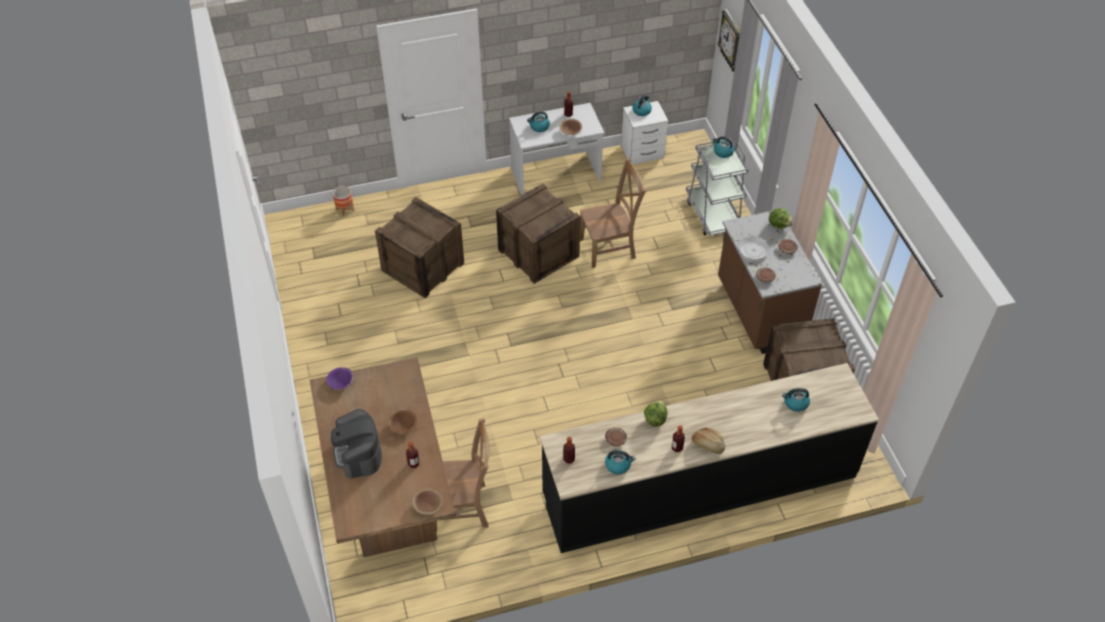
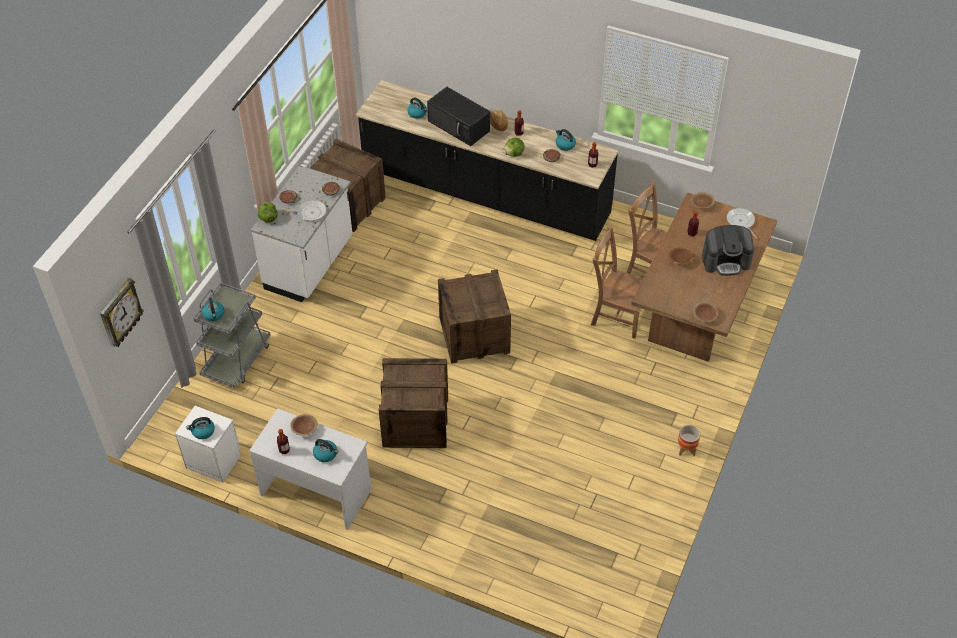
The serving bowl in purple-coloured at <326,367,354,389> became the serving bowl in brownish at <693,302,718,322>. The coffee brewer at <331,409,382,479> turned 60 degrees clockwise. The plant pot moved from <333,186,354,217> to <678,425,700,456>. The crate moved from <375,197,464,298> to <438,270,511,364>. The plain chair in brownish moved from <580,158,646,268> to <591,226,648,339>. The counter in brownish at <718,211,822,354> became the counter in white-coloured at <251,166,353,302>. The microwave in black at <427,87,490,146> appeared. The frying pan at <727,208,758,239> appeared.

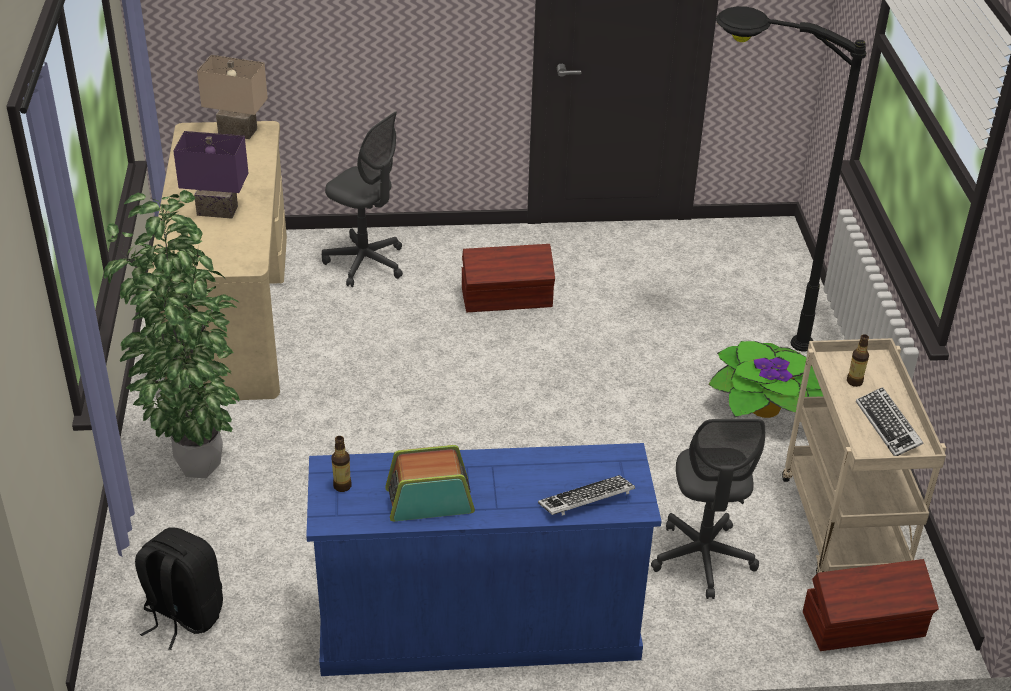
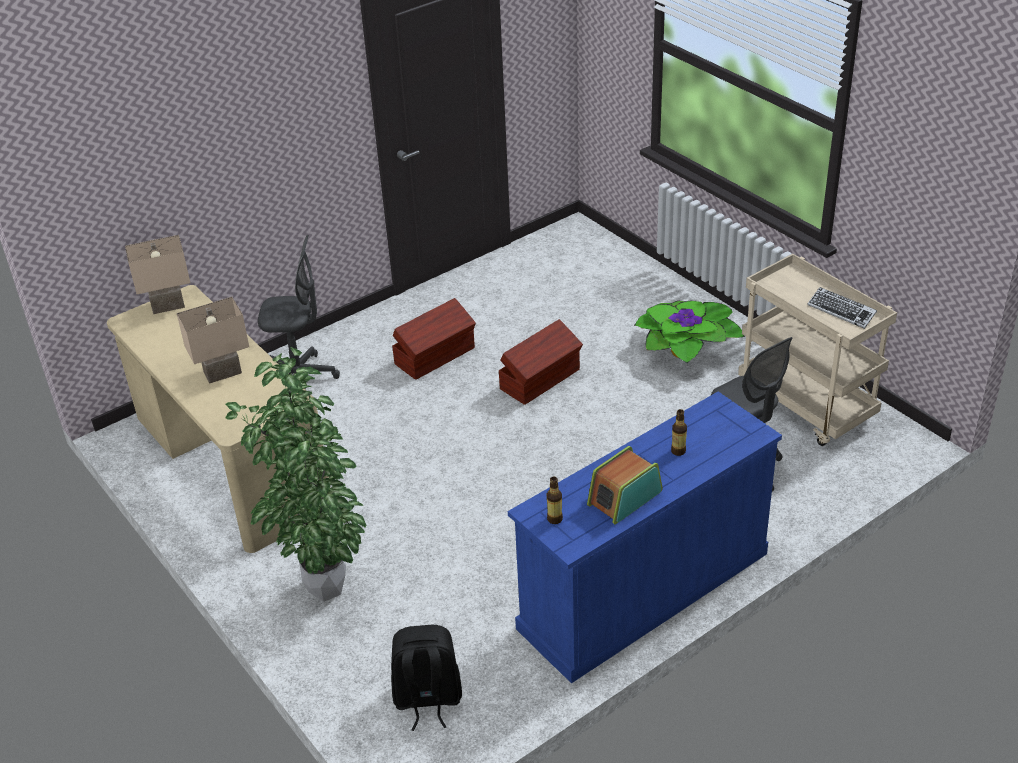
The tabletop lamp in purple-coloured at <173,131,248,219> became the tabletop lamp in beige at <177,297,249,384>. The PC keyboard at <538,475,635,516> disappeared. The standard lamp in black at <716,6,866,352> disappeared. The storage container in brownish moved from <803,559,939,651> to <499,319,583,405>. The drink bottle moved from <847,334,869,387> to <671,409,687,456>.

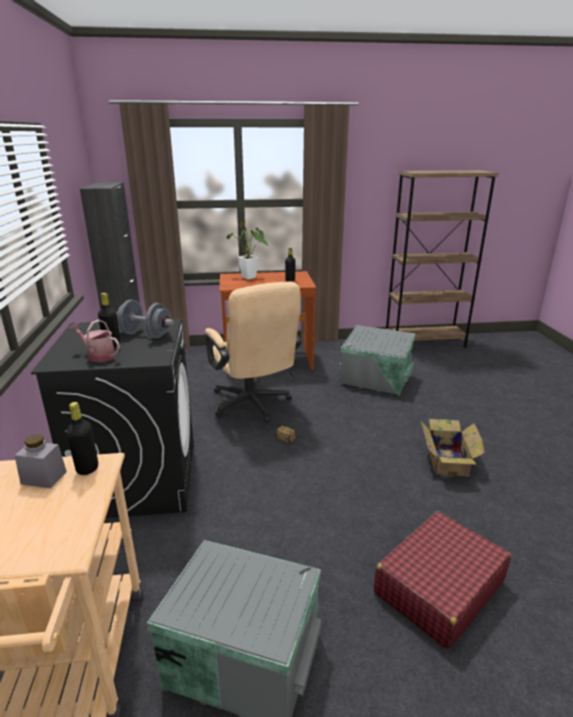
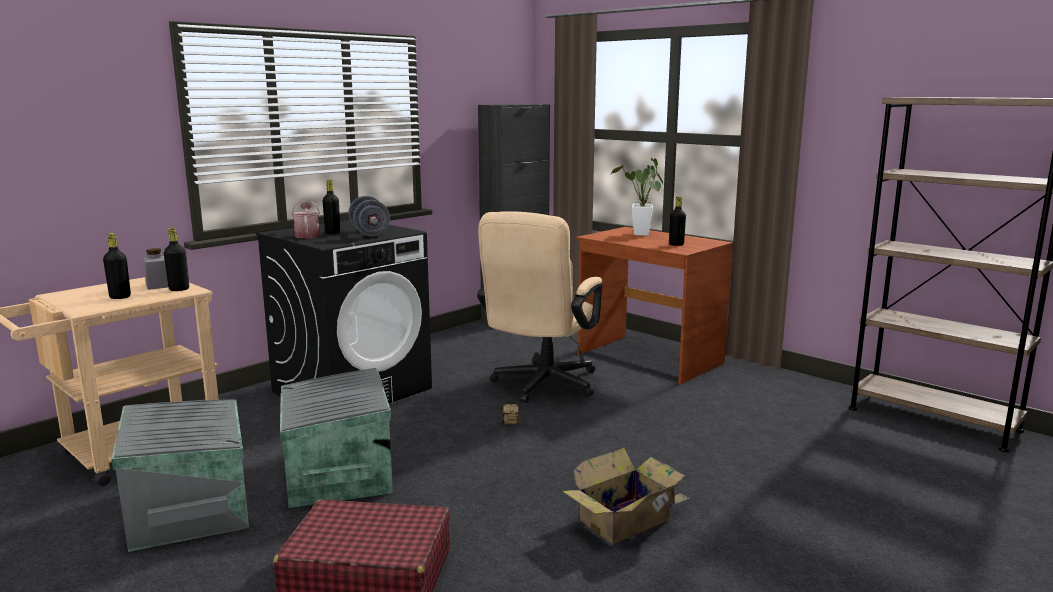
The storage container in gray moved from <339,325,415,396> to <280,368,393,508>. The drink bottle in black at <103,233,131,299> appeared.

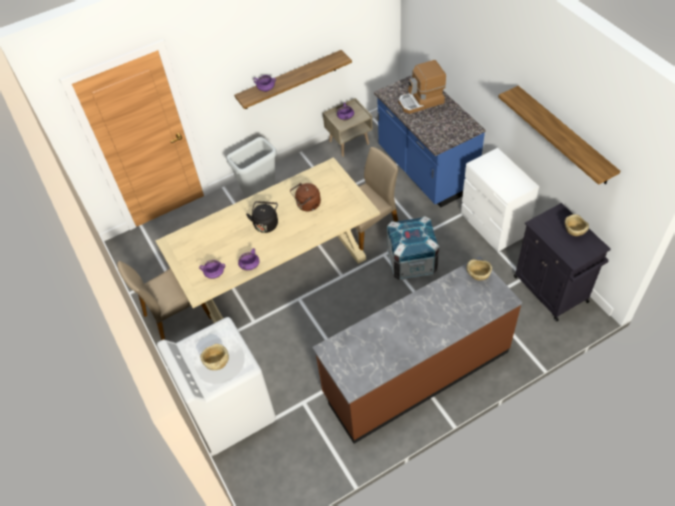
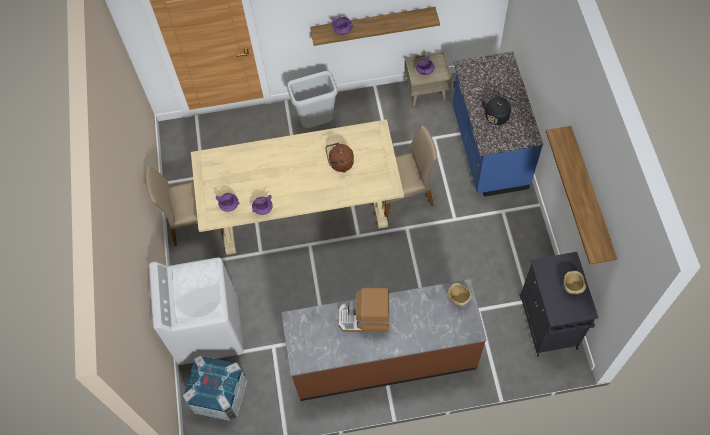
The serving bowl in beige at <200,344,229,370> disappeared. The water kettle in black moved from <246,201,278,233> to <482,92,515,125>. The crate moved from <387,216,439,280> to <183,355,247,421>. The coffee brewer moved from <399,60,446,114> to <338,288,389,332>. The drawer chest in white-coloured at <461,148,539,252> disappeared.

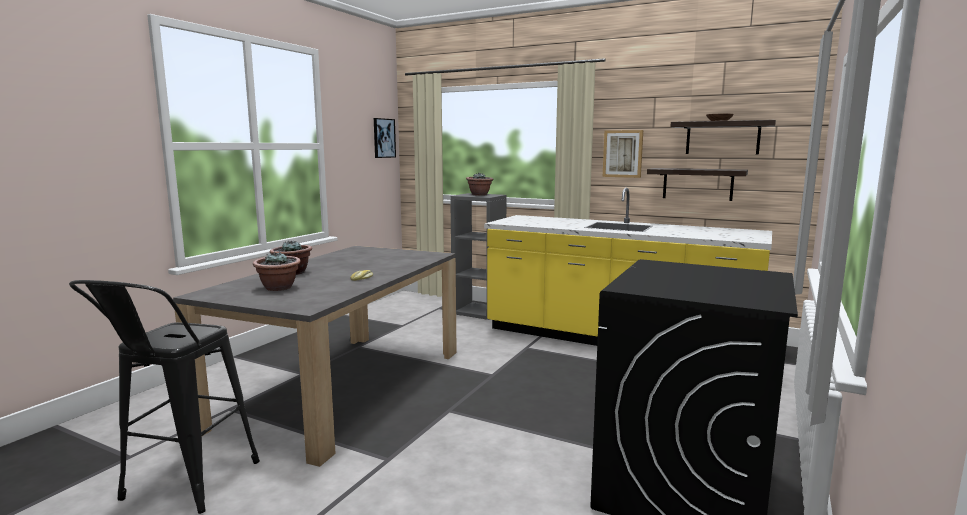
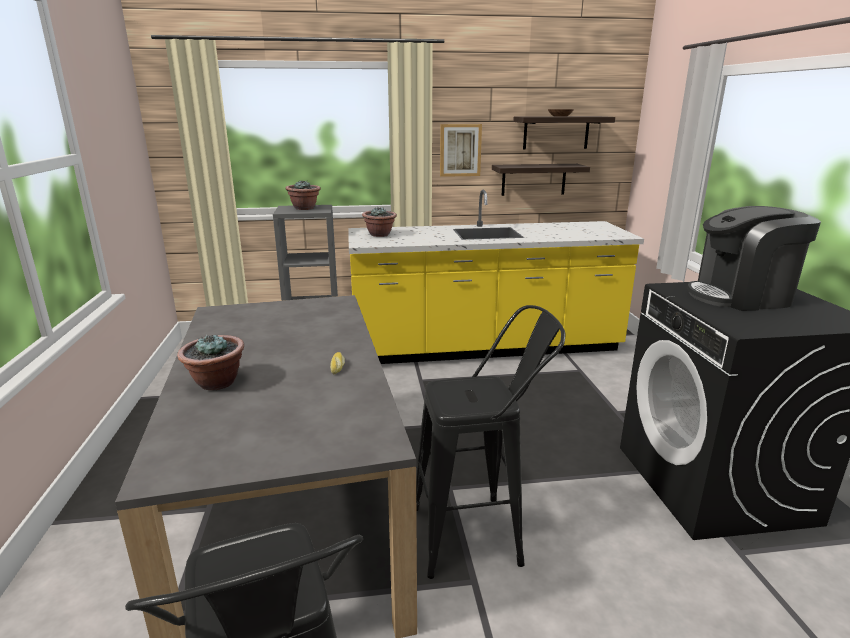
The houseplant moved from <253,252,301,291> to <362,207,397,237>. The wall art at <374,118,396,158> disappeared. The sitting stool in black at <416,305,565,579> appeared. The coffee brewer at <687,206,821,311> appeared.

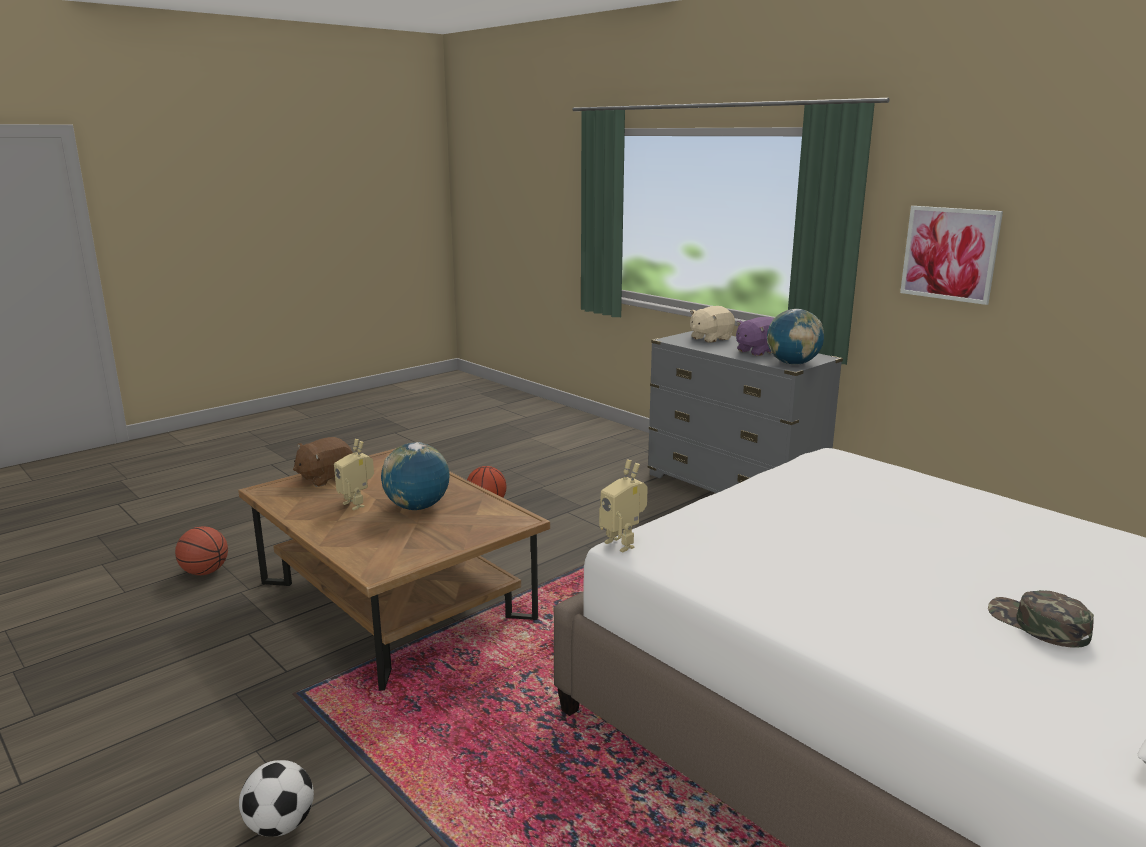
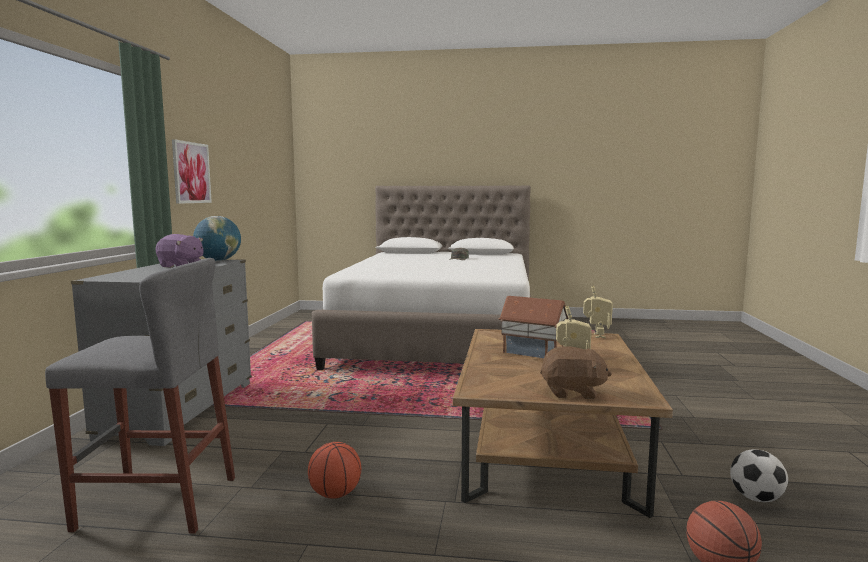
The ball for football moved from <239,760,314,837> to <730,449,788,502>. The desk globe at <381,442,450,510> was replaced by the model house at <499,296,568,358>. The model robot moved from <599,459,648,552> to <583,286,613,338>. The plush toy in beige at <690,306,735,343> disappeared. The sitting stool in gray at <45,258,235,533> appeared.

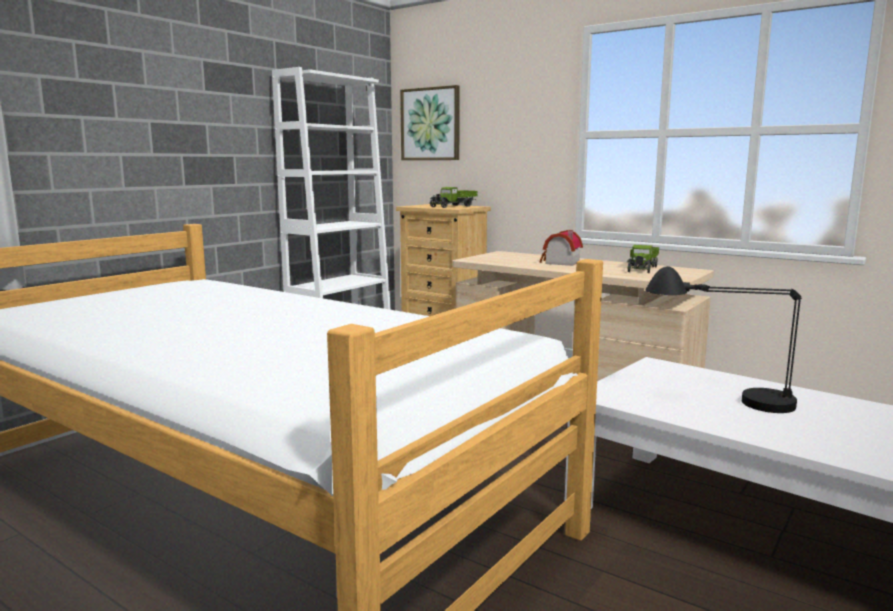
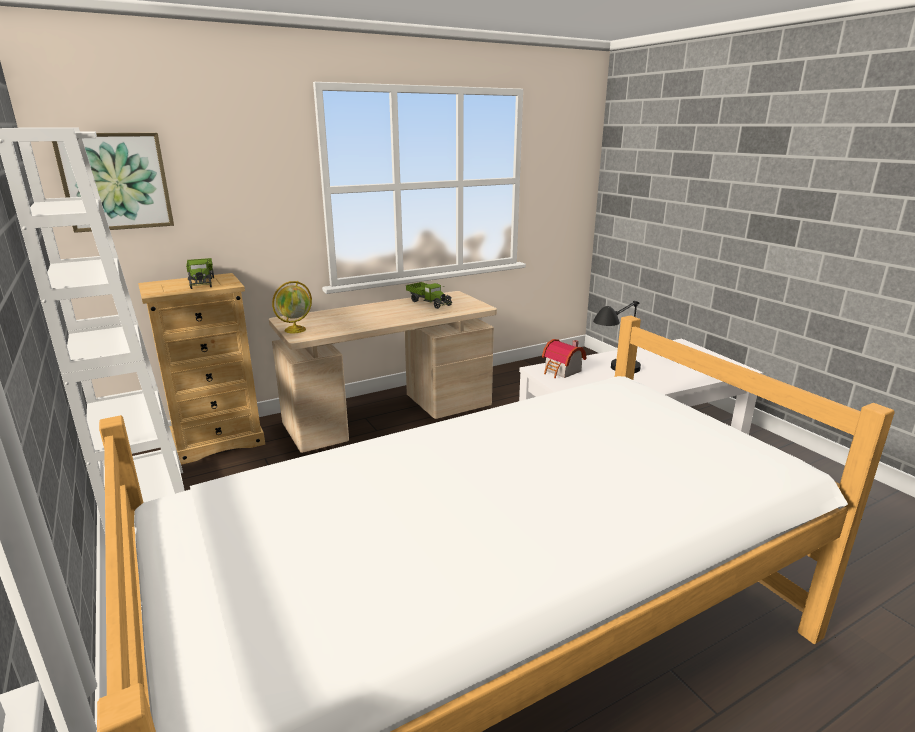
The model house moved from <539,230,583,266> to <542,339,586,378>. The desk globe at <272,281,312,333> appeared.

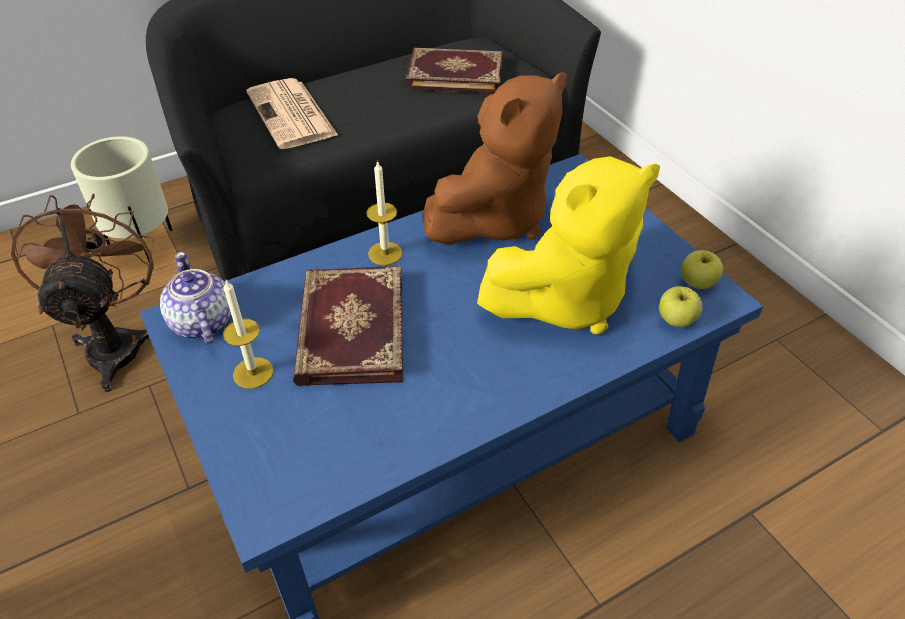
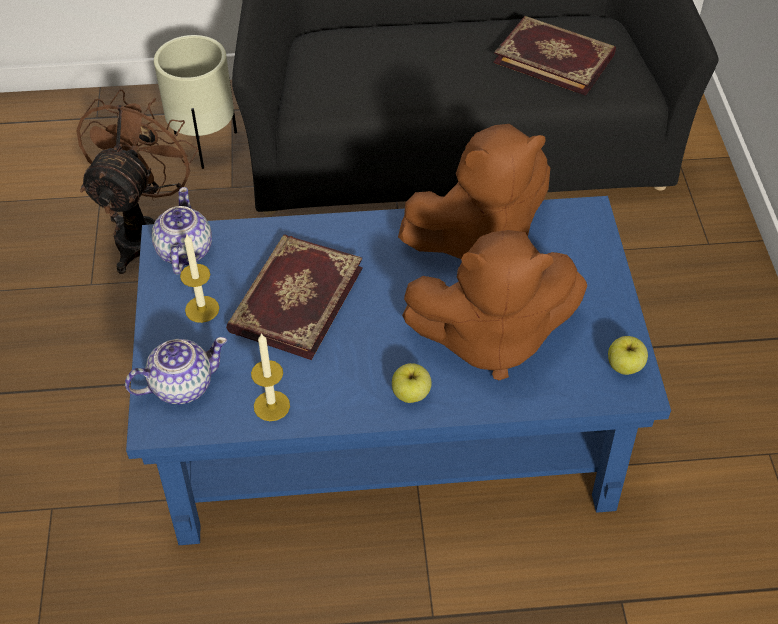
The daily paper at <246,78,338,149> disappeared. The wax candle moved from <366,160,403,265> to <251,333,290,421>. The plush toy in yellowish at <477,156,660,335> became the plush toy in brownish at <402,230,587,380>. The apple fruit moved from <659,286,703,327> to <392,363,432,403>. The pot for tea at <125,337,227,405> appeared.

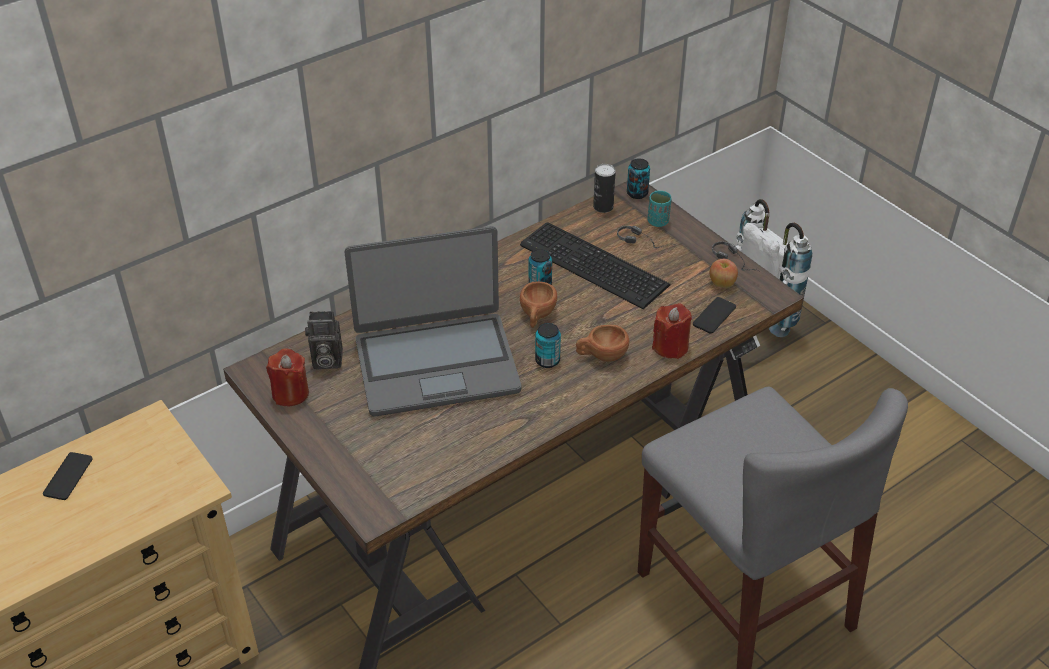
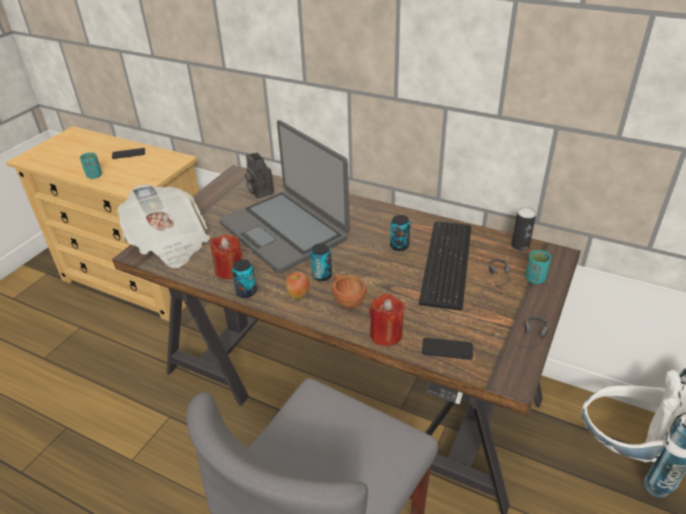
The wax candle in red-coloured moved from <266,348,309,406> to <210,234,242,279>. The small cup in brownish at <520,281,557,328> disappeared. The can moved from <627,158,650,199> to <232,259,257,298>. The apple fruit moved from <710,259,738,288> to <285,272,310,299>. The small cup in turquoise at <80,152,102,179> appeared. The daily paper at <117,184,210,268> appeared.

